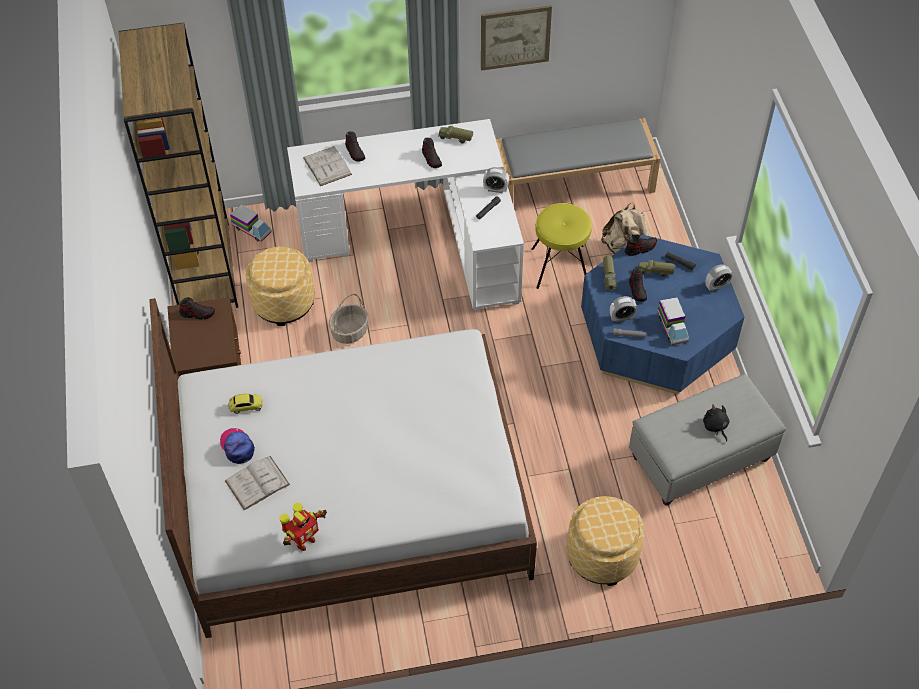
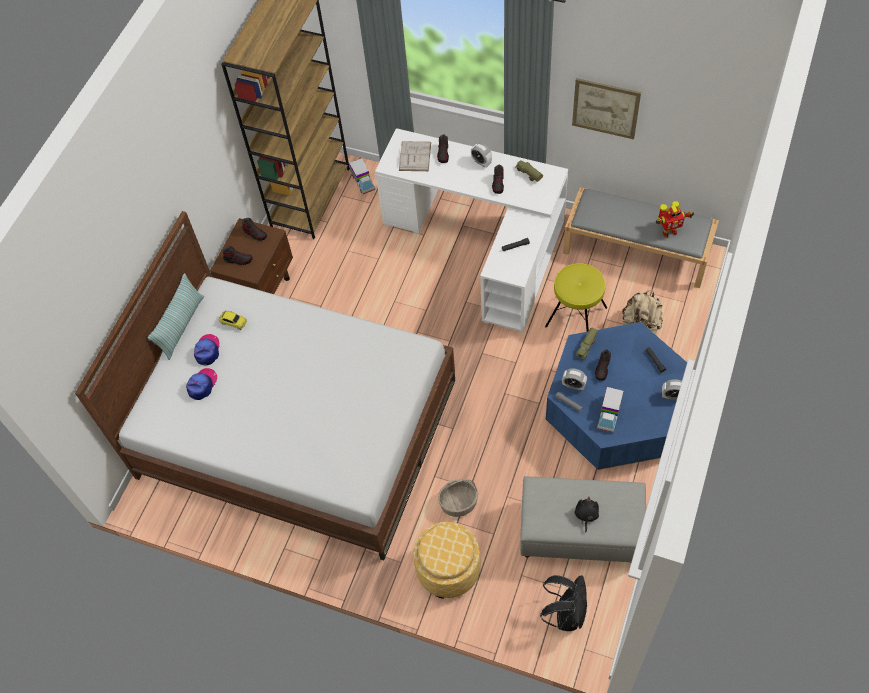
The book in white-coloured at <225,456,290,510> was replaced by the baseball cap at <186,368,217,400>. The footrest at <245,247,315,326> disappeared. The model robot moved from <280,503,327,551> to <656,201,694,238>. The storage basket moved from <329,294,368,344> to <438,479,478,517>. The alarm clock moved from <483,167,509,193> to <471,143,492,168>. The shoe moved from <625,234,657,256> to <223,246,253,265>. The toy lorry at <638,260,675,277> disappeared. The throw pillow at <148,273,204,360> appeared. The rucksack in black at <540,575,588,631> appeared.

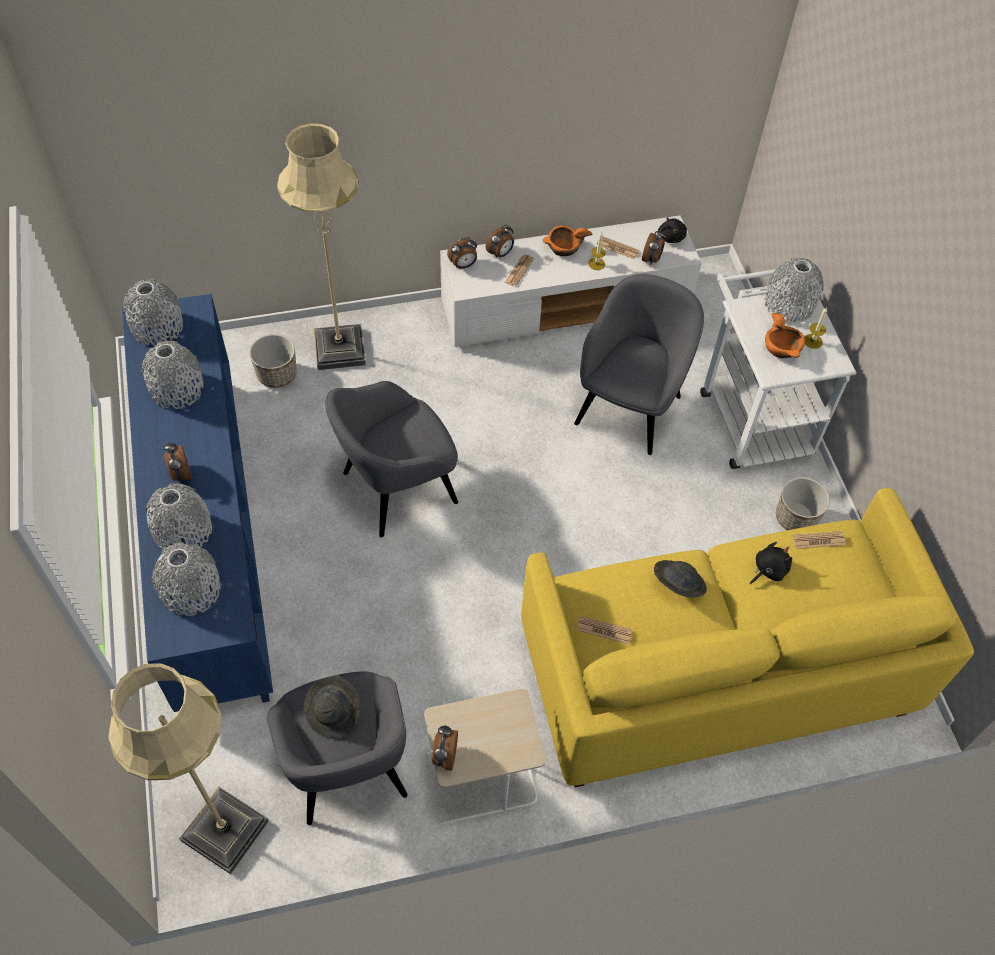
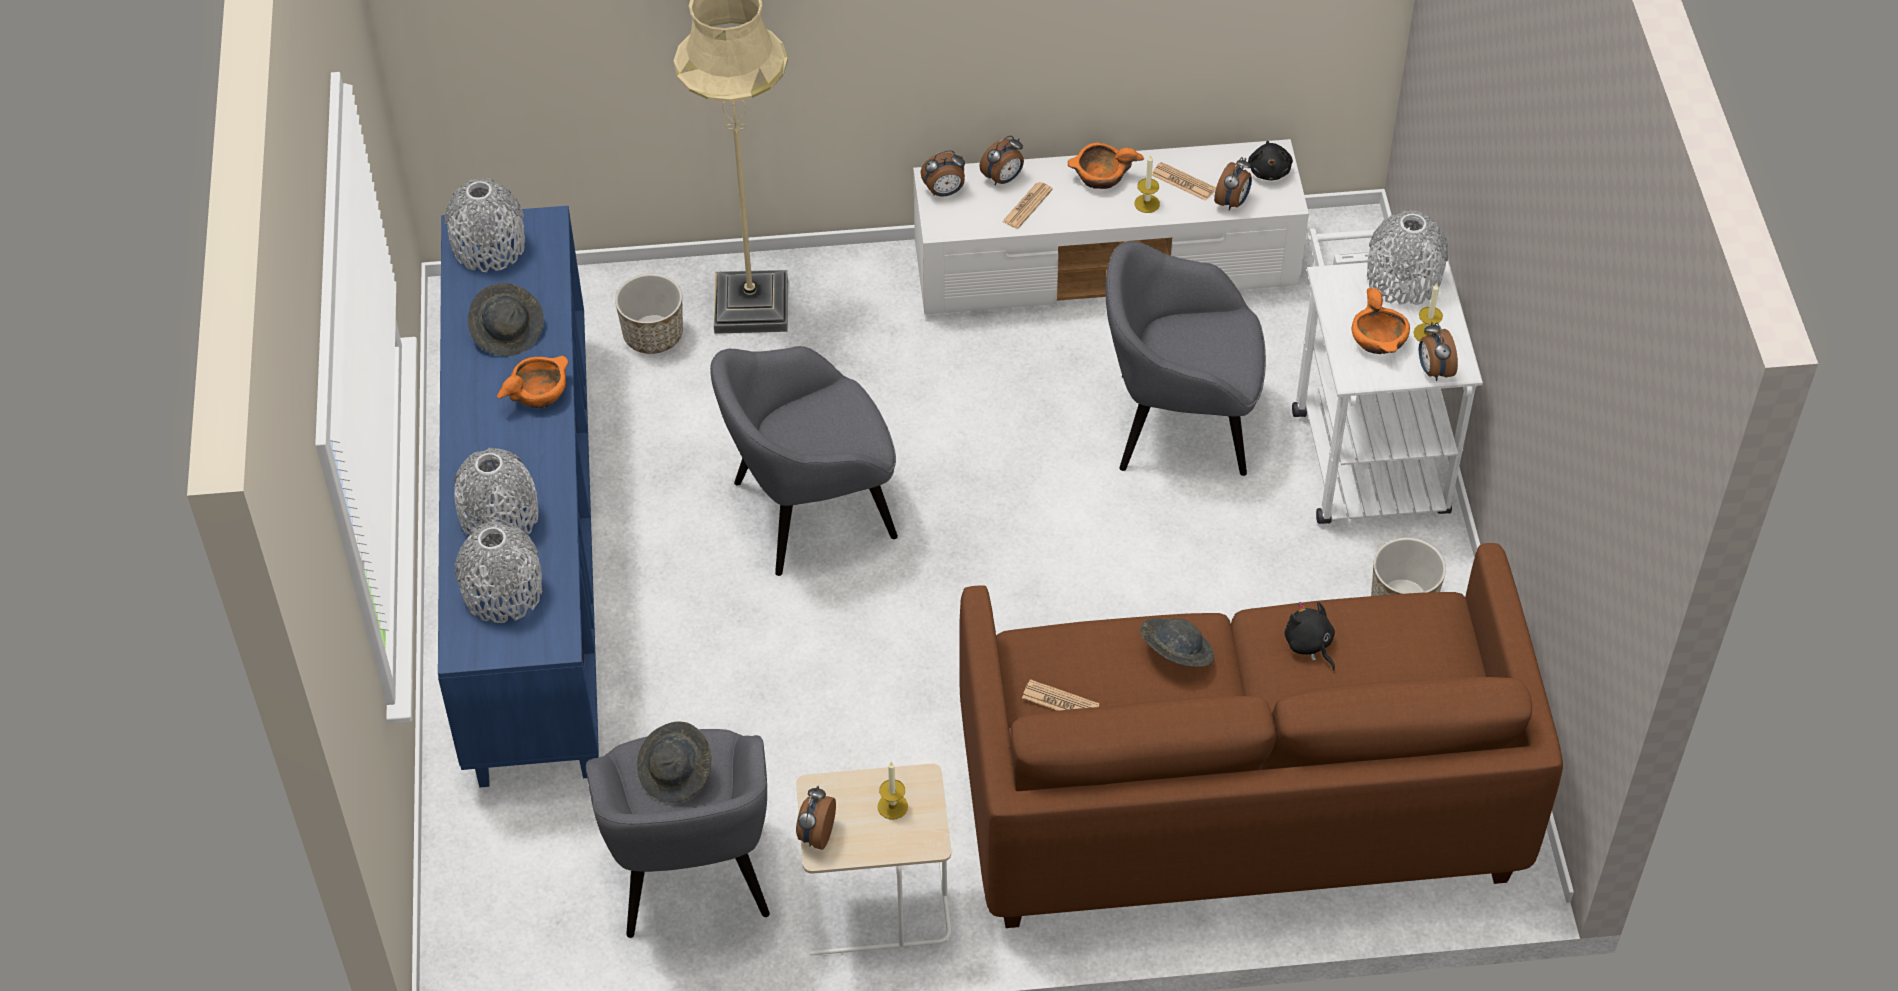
The standard lamp in beige at <108,663,269,874> disappeared. The decorative vase in gray at <142,341,204,409> was replaced by the clothing hat in gray at <468,283,543,356>. The alarm clock moved from <164,441,192,482> to <1419,322,1458,381>. The settee in yellowish at <521,488,974,787> became the settee in brownish at <959,543,1563,928>. The lounge chair in gray at <574,274,704,455> turned 120 degrees counterclockwise. The plush toy in black at <750,542,792,584> turned 90 degrees counterclockwise. The daily paper at <793,531,845,549> disappeared. The serving bowl in orange-coloured at <497,356,568,408> appeared. The wax candle at <878,762,908,819> appeared.

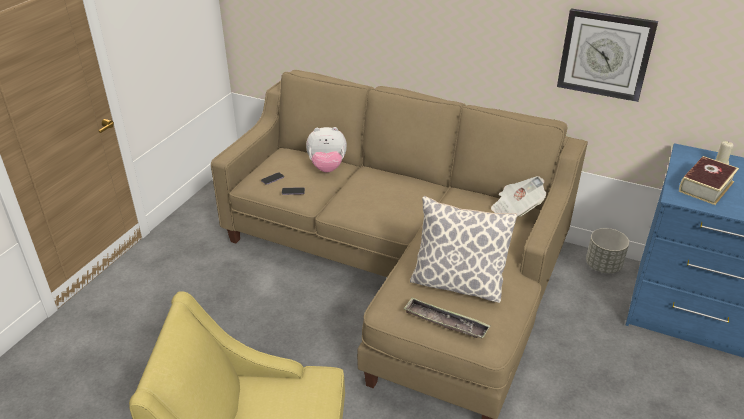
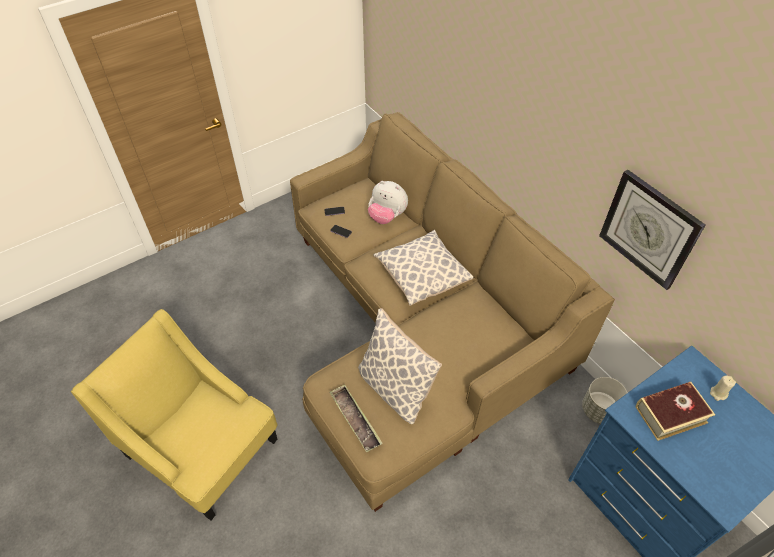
The daily paper at <491,176,546,217> disappeared. The throw pillow at <373,230,473,306> appeared.

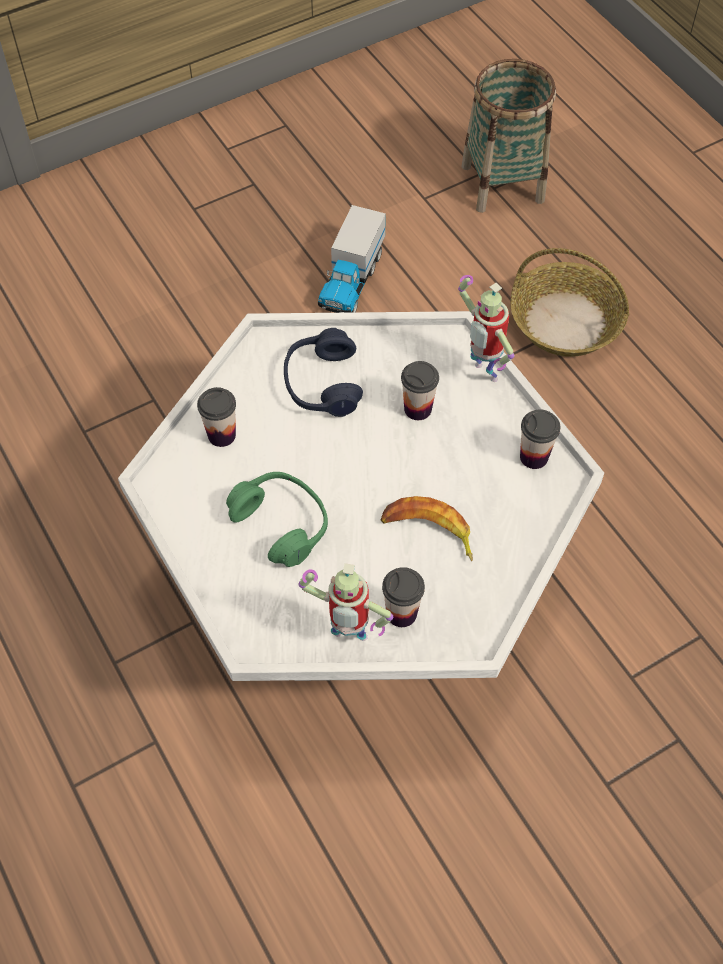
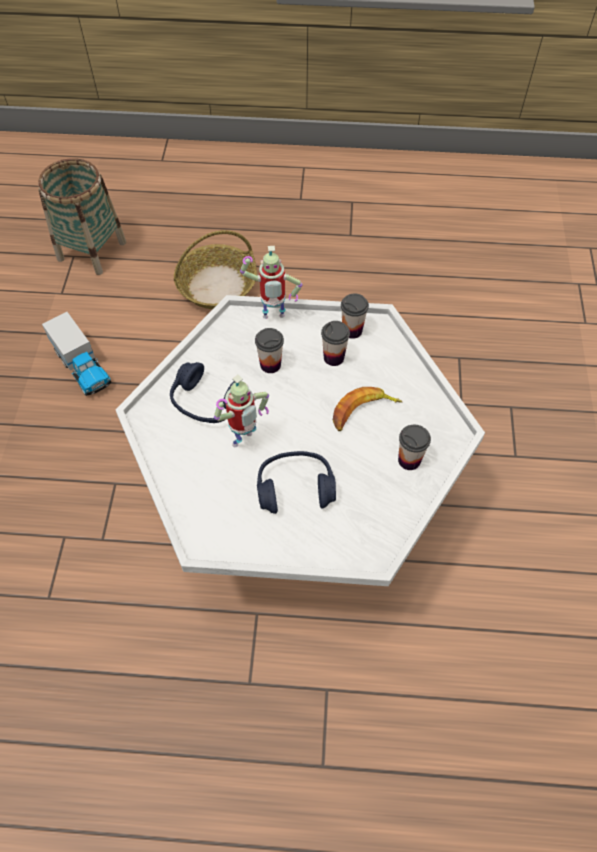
The small cup moved from <197,387,236,447> to <321,321,350,366>. The headset in greenish at <226,472,328,567> became the headset in bluish at <257,451,336,514>. The model robot moved from <298,563,393,641> to <214,375,269,447>.

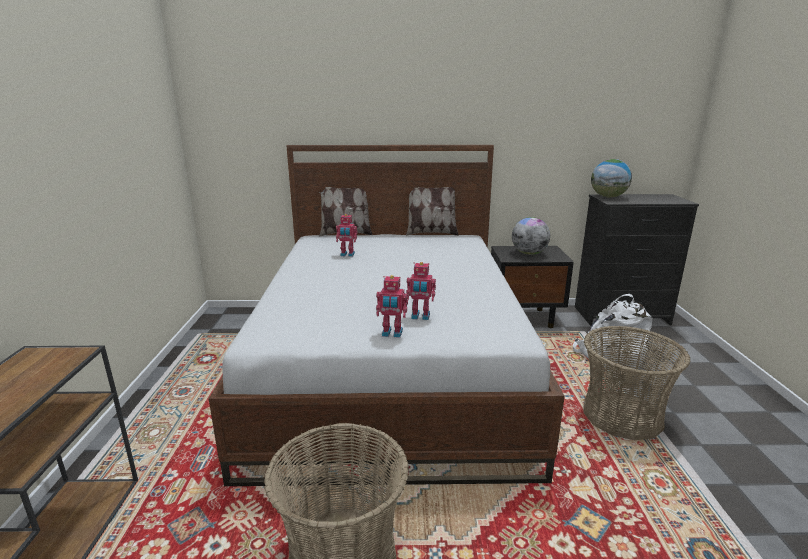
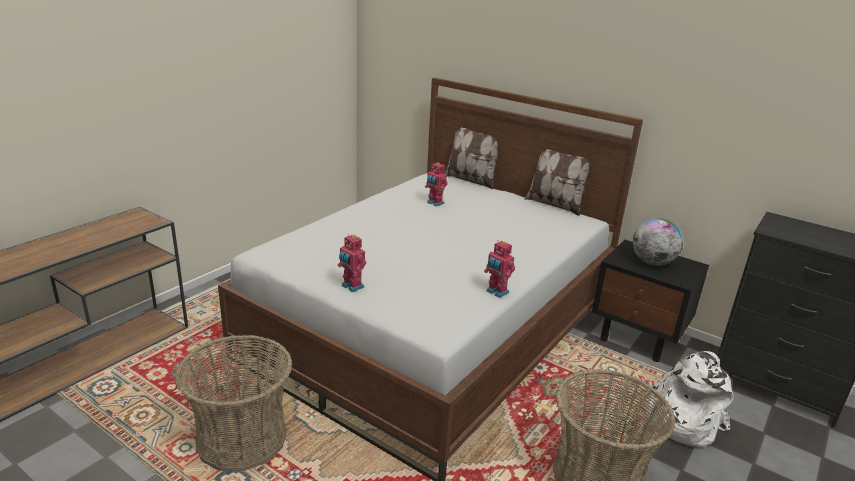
The model robot moved from <406,262,436,320> to <484,240,515,298>. The desk globe at <591,159,632,198> disappeared.

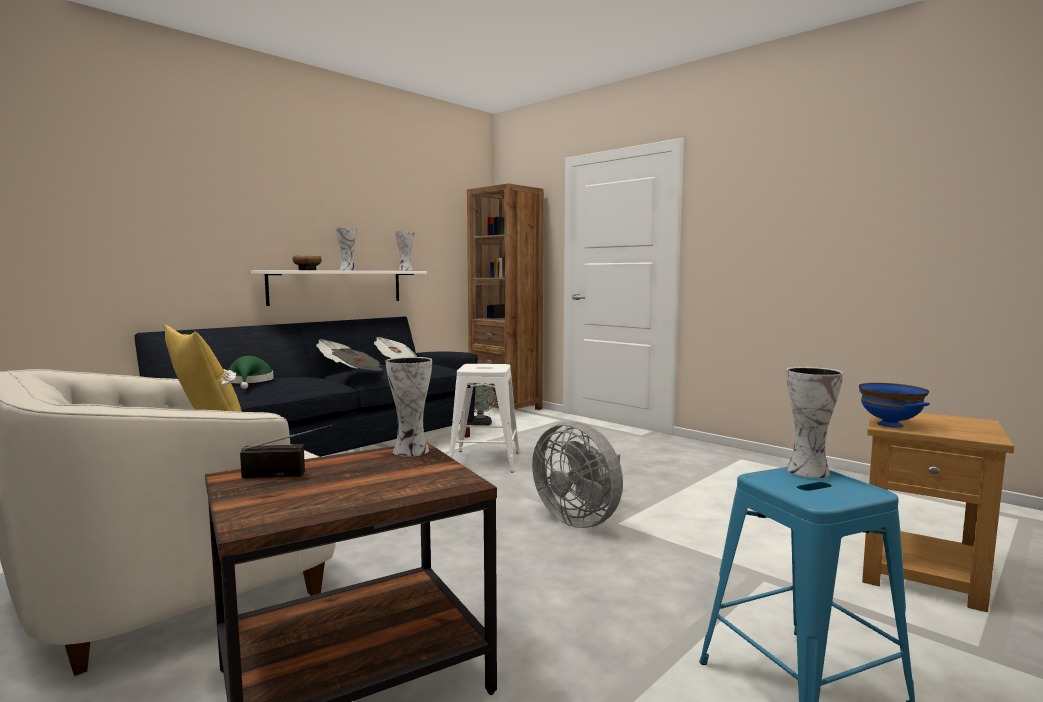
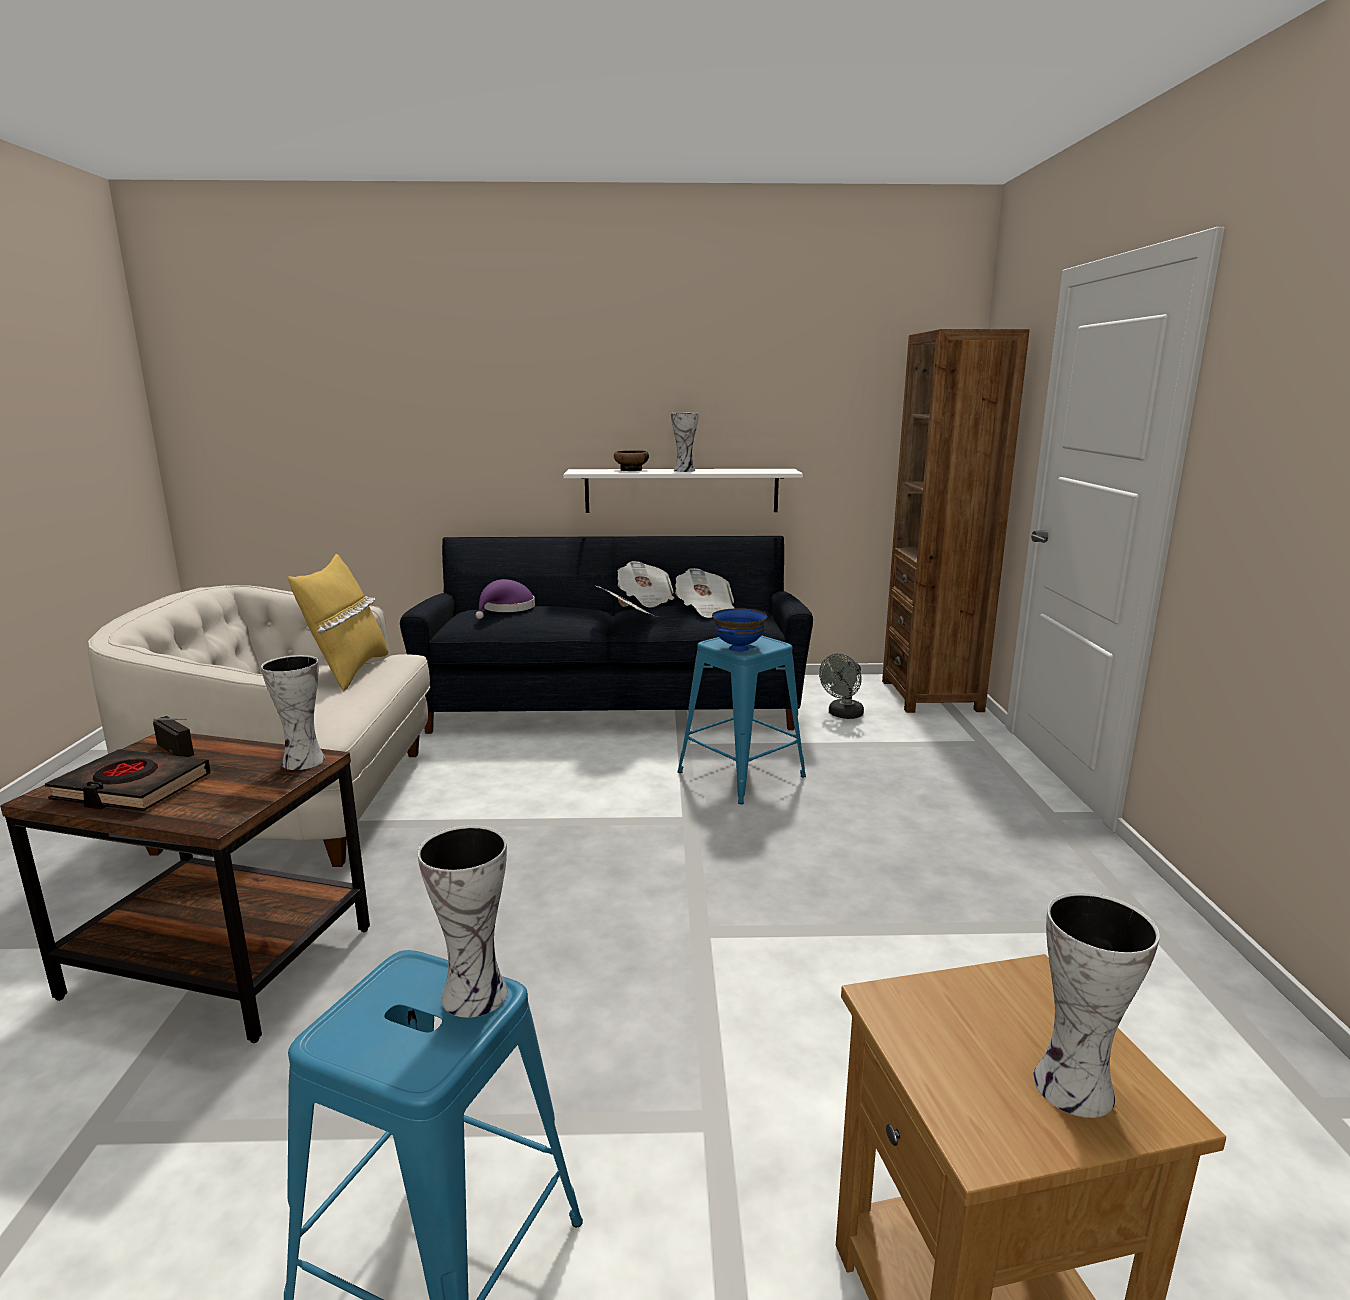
The clothing hat in greenish at <228,356,274,389> became the clothing hat in purple-coloured at <476,579,535,619>. The decorative vase moved from <395,231,414,271> to <1033,892,1160,1118>. The sitting stool in white-coloured at <449,364,520,473> became the sitting stool in bluish at <677,635,806,804>. The fan in gray at <532,421,623,528> disappeared. The serving bowl in bluish moved from <859,383,930,428> to <712,608,767,651>. The book in black at <45,749,211,811> appeared.

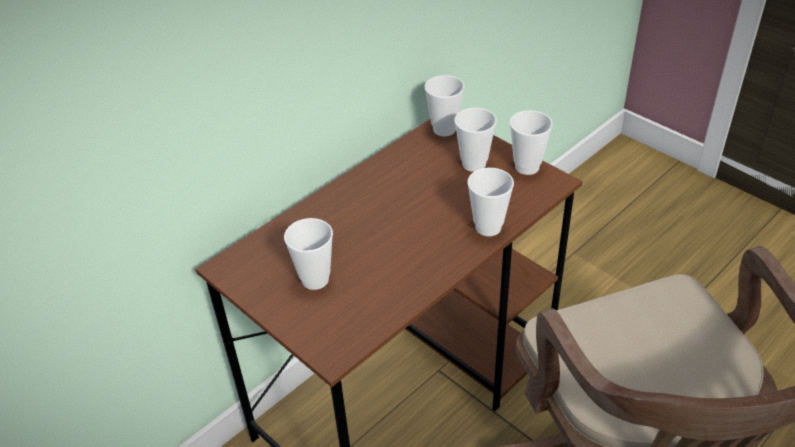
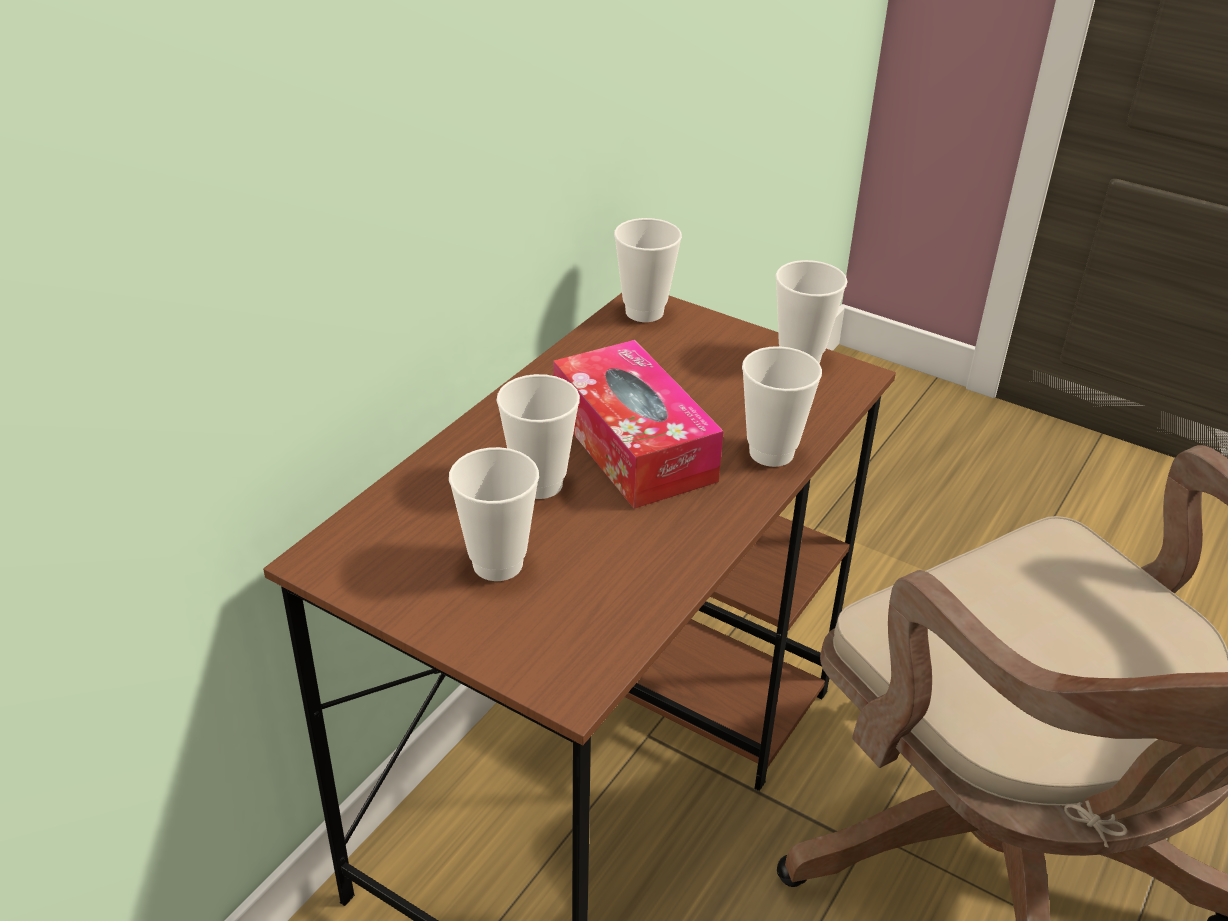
The small cup moved from <454,108,497,172> to <497,374,580,499>. The tissue holder at <553,340,724,509> appeared.

